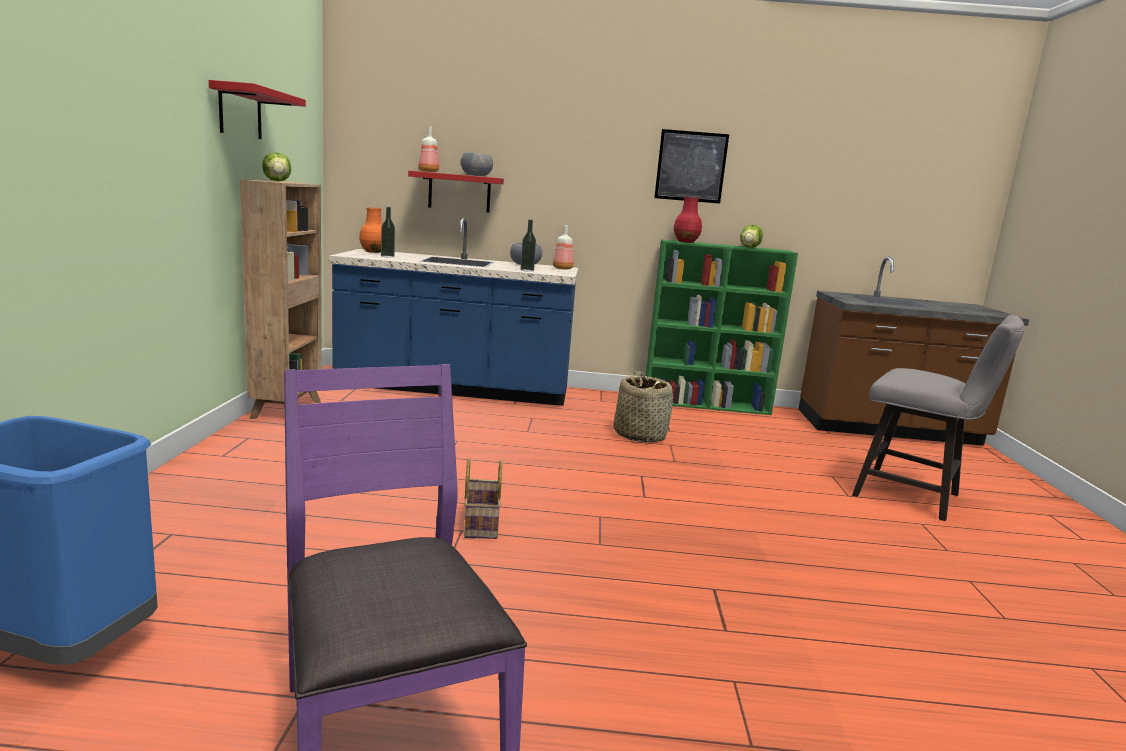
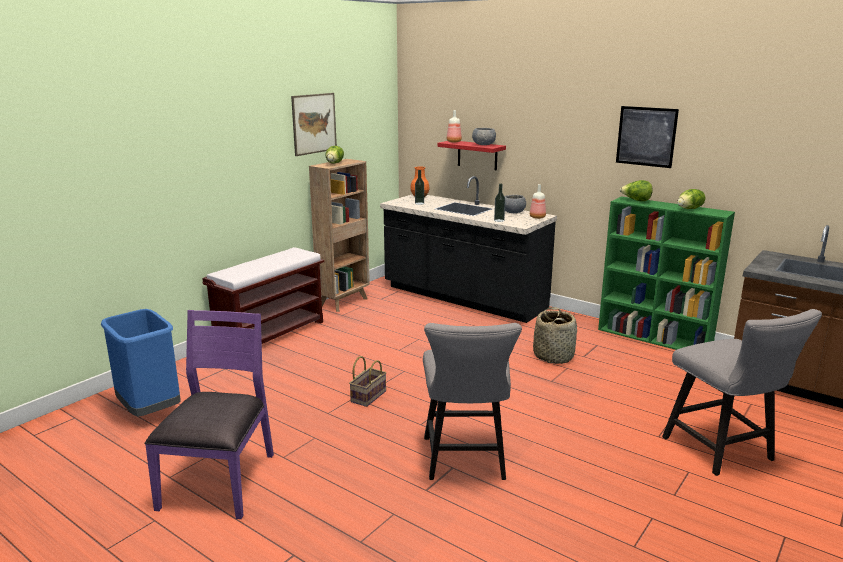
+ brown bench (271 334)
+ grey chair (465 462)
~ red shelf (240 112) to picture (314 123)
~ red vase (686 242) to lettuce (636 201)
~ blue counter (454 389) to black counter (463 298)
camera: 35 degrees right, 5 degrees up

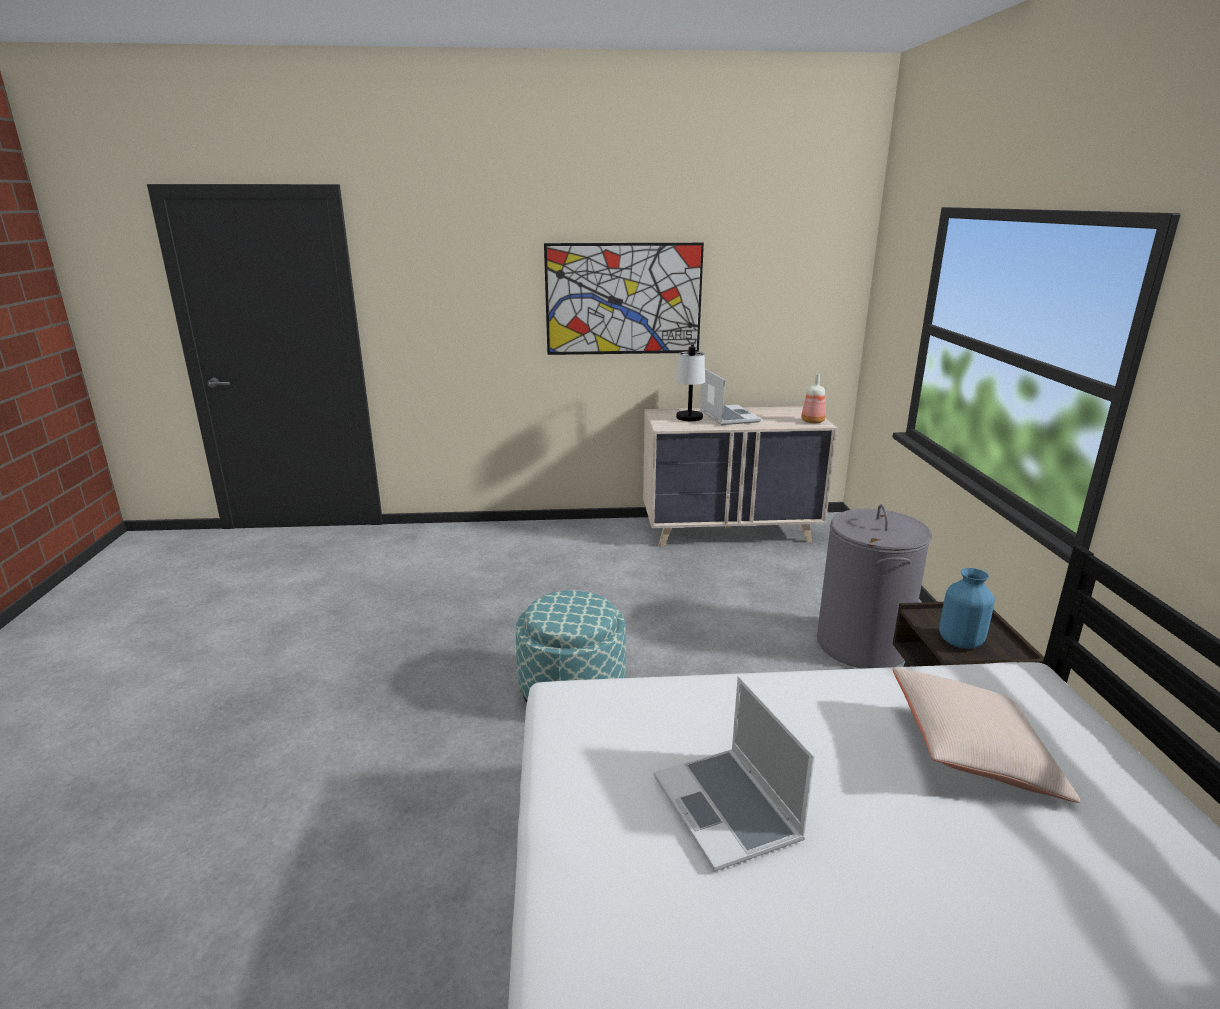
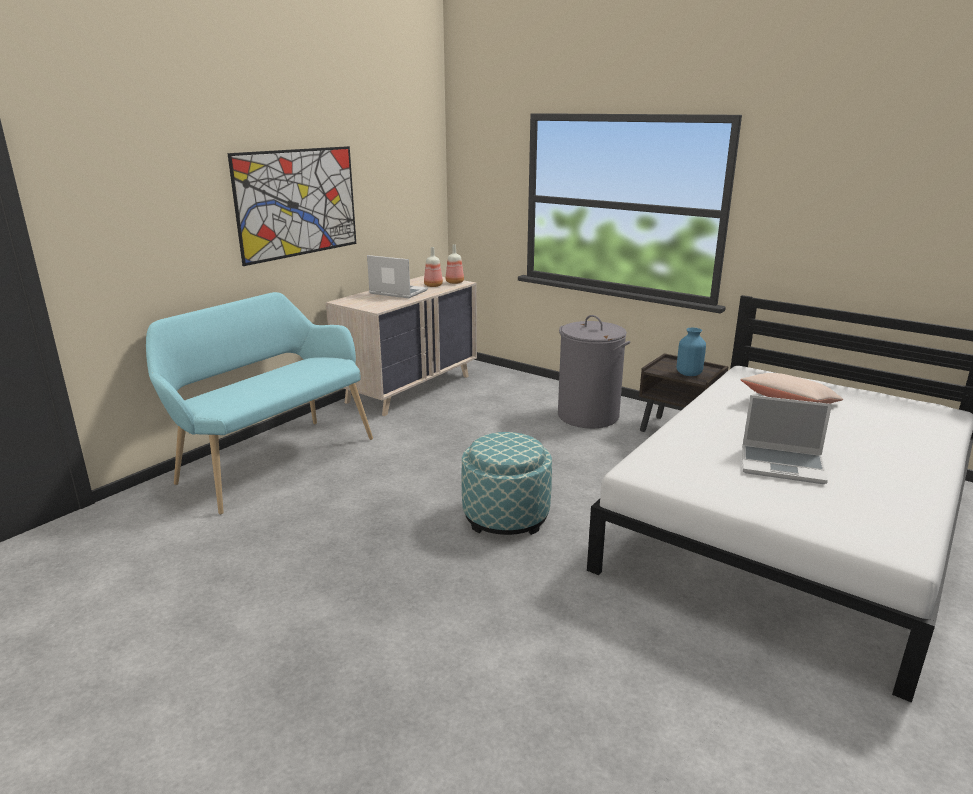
- table lamp (689 421)
+ turquoise bench (271 459)
+ bottle (432 286)
camera: 50 degrees left, 0 degrees up

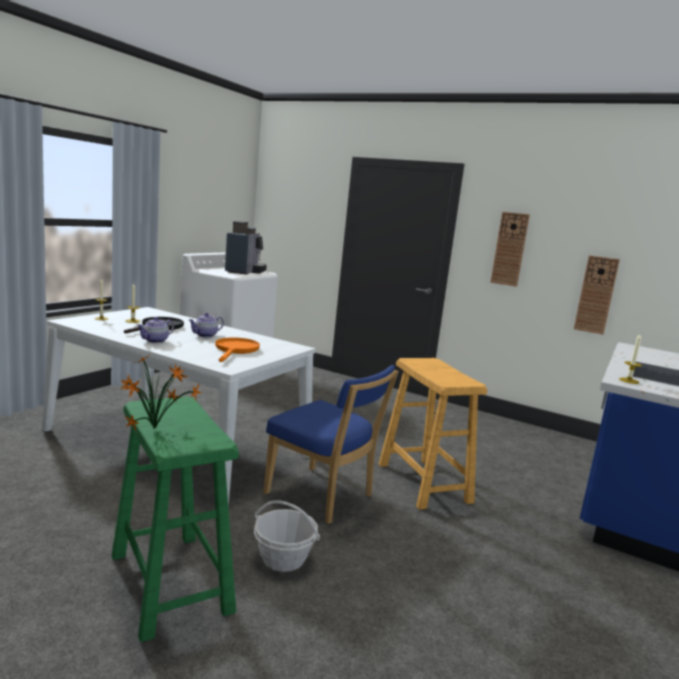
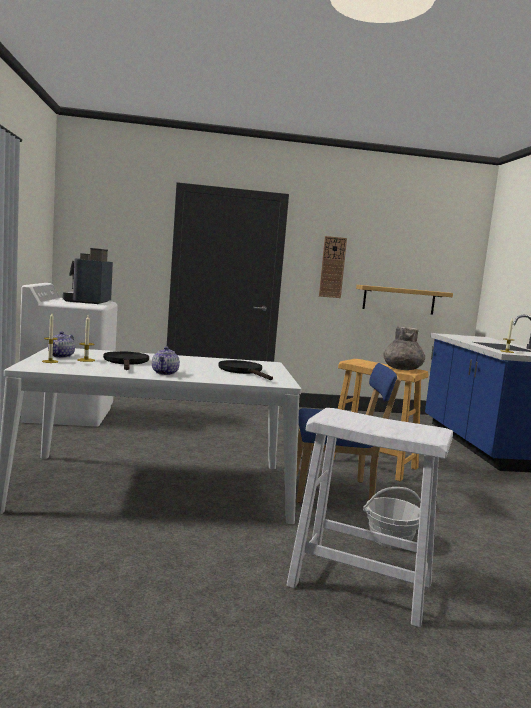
- potted plant (156 428)
+ grey vase (402 369)
~ teapot (205 335) to (61 356)
~ wall clock (596 295) to shelf (399 300)
~ green stool (170 582) to white stool (359 584)
~ orange frying pan (235 350) to black frying pan (243 371)
~ coffee machine (244 271) = (88 301) 150 degrees counterclockwise
camera: 35 degrees left, 5 degrees down

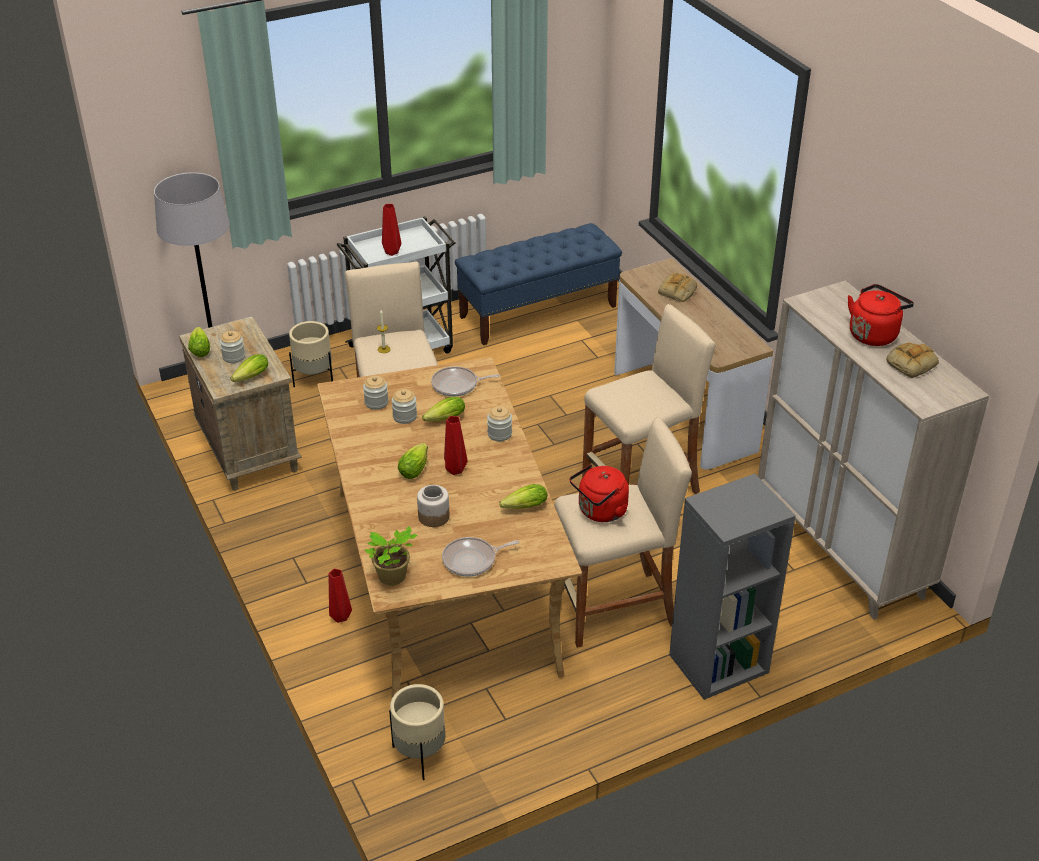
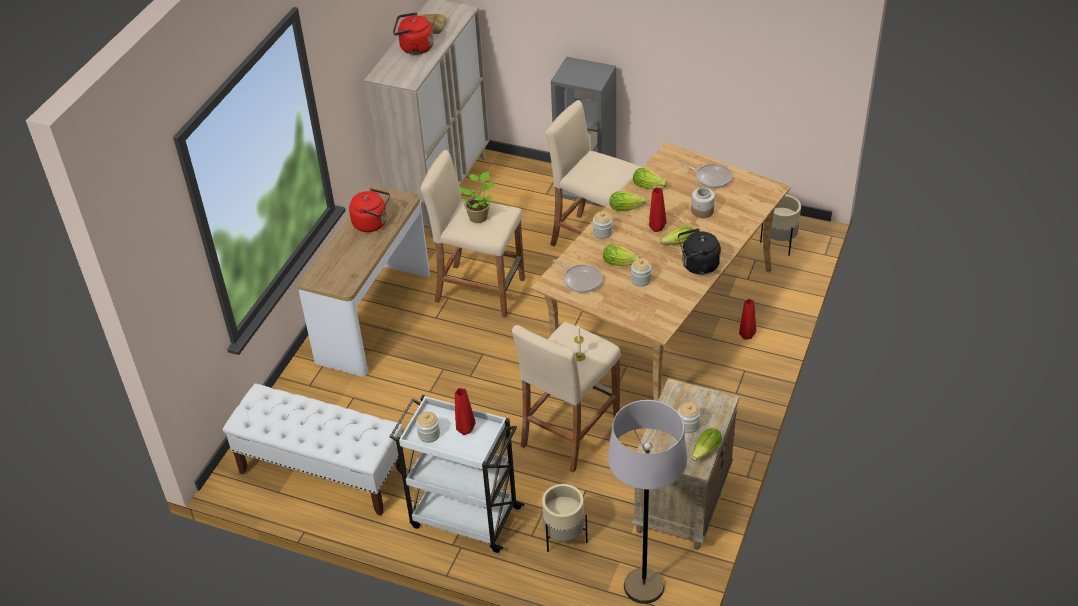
- bread (678 291)
+ black kettle (697 266)
~ lettuce (249 378) to (627 207)
~ jar (376 403) to (429 434)
~ potted plant (393 578) to (479 216)
~ red kettle (600 512) to (372 223)
~ blue bench (538 311) to white bench (322 472)
camera: 130 degrees left, 5 degrees up

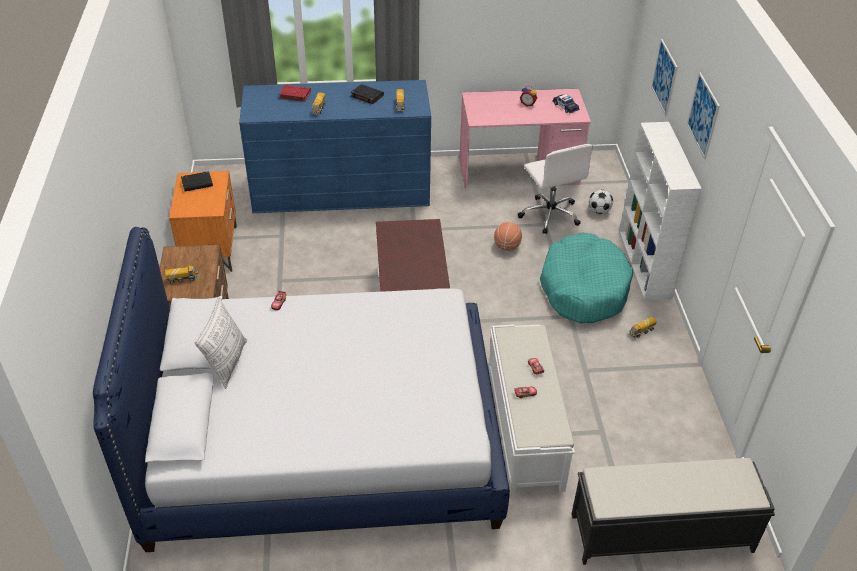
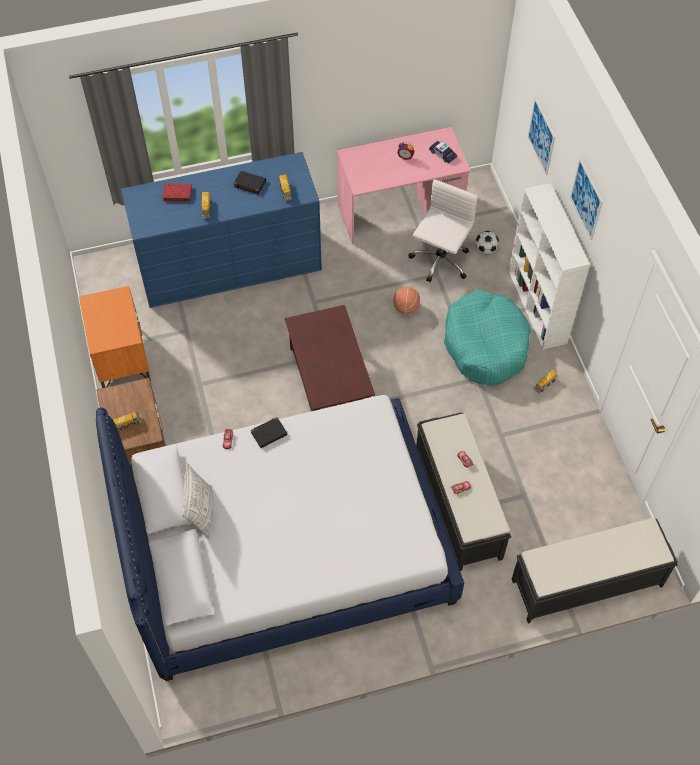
~ black book (197 183) to (269 433)
~ white bench (524 427) to black bench (457 503)
~ white office chair (550 214) = (439 262) 120 degrees counterclockwise
camera: 10 degrees left, 15 degrees up

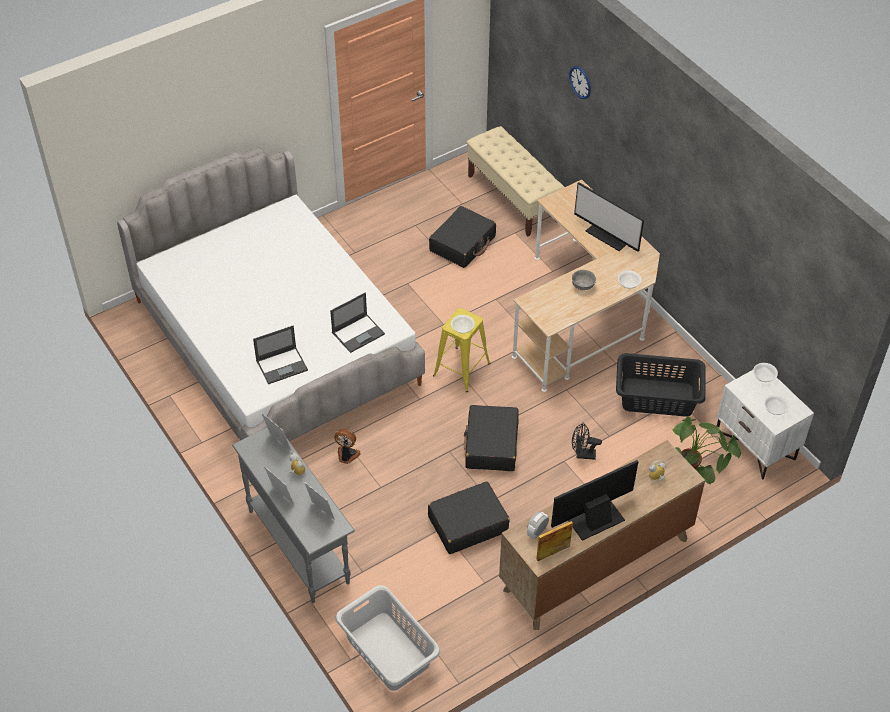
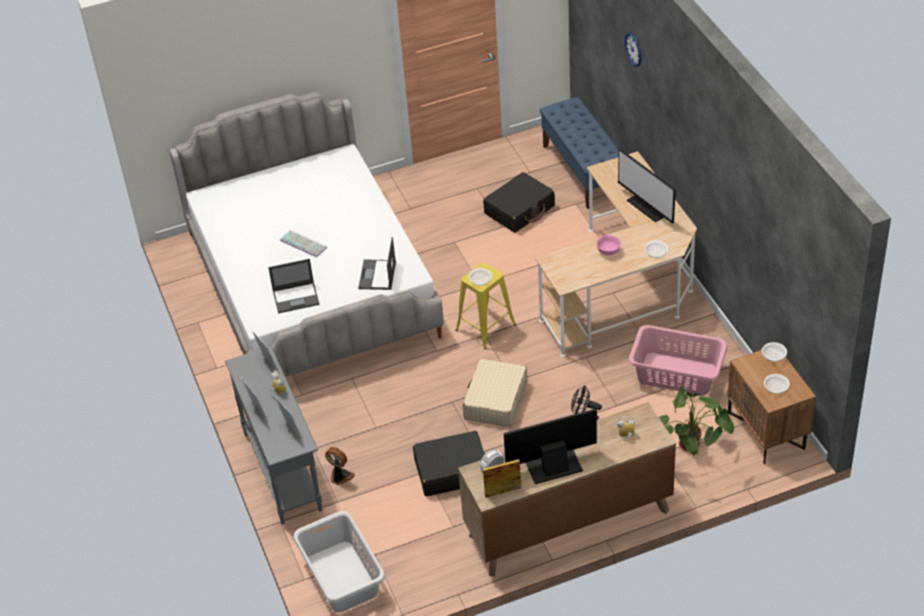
+ keyboard (304 243)
~ fan (347 455) to (340 477)
~ black suitcase (491 445) to beige suitcase (495 401)
~ beige bench (513 198) to blue bench (583 171)
~ grey bowl (582 286) to pink bowl (608 251)
~ black laundry basket (658 398) to pink laundry basket (677 375)
~ white nightstand (756 445) to brown nightstand (767 430)
~ laptop (358 333) = (377 275) 120 degrees clockwise
camera: 15 degrees right, 5 degrees down

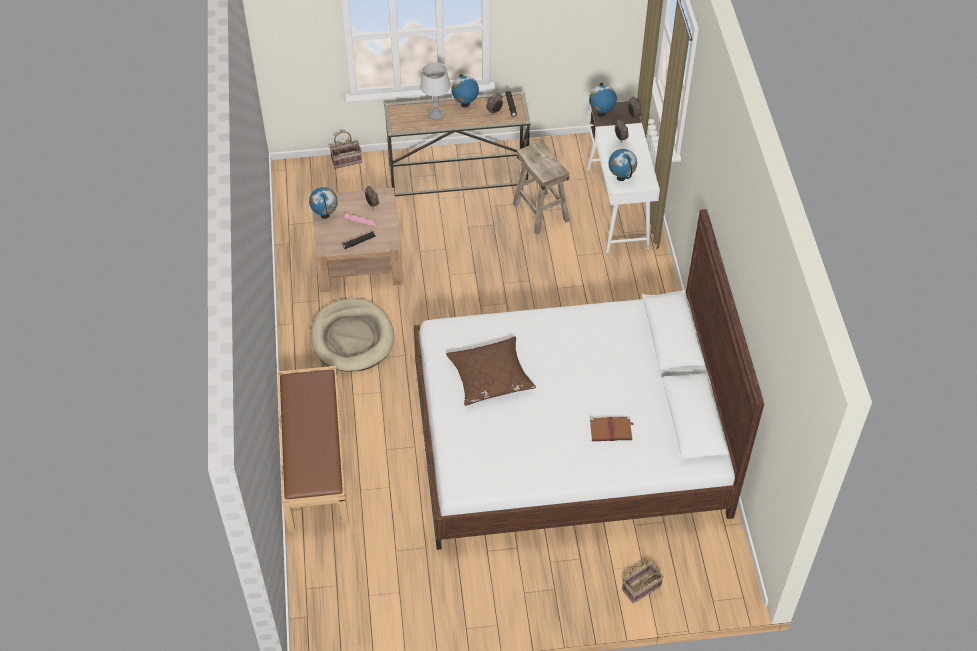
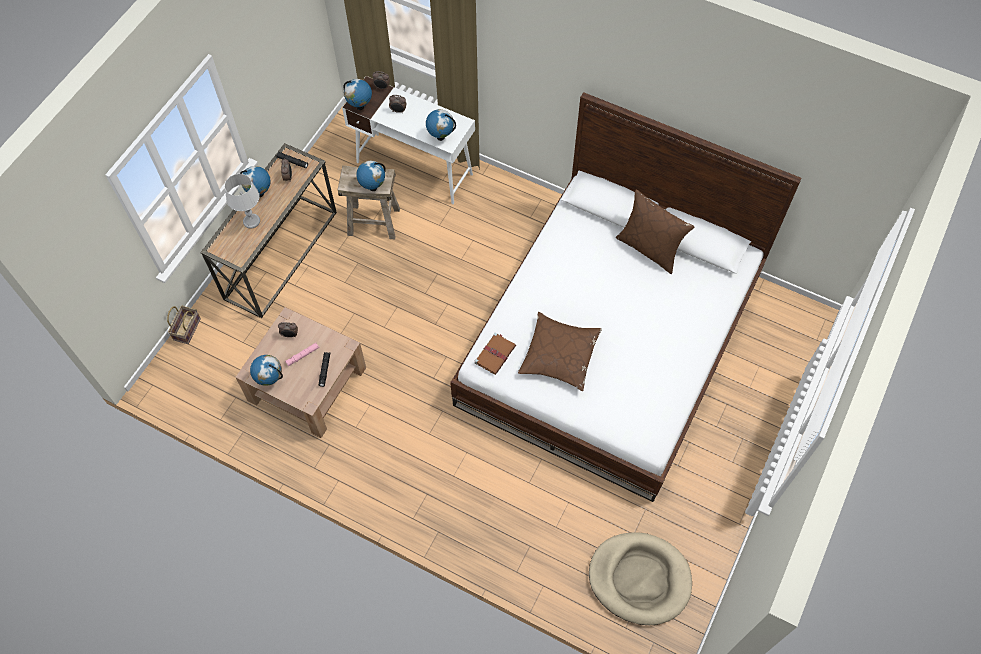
- brown bench (314 459)
- basket (641 589)
+ globe (372 187)
+ brown pillow (649 248)
~ beige dog bed (352 338) to (639 579)
~ brown book (611 430) to (495 354)
camera: 55 degrees left, 10 degrees up

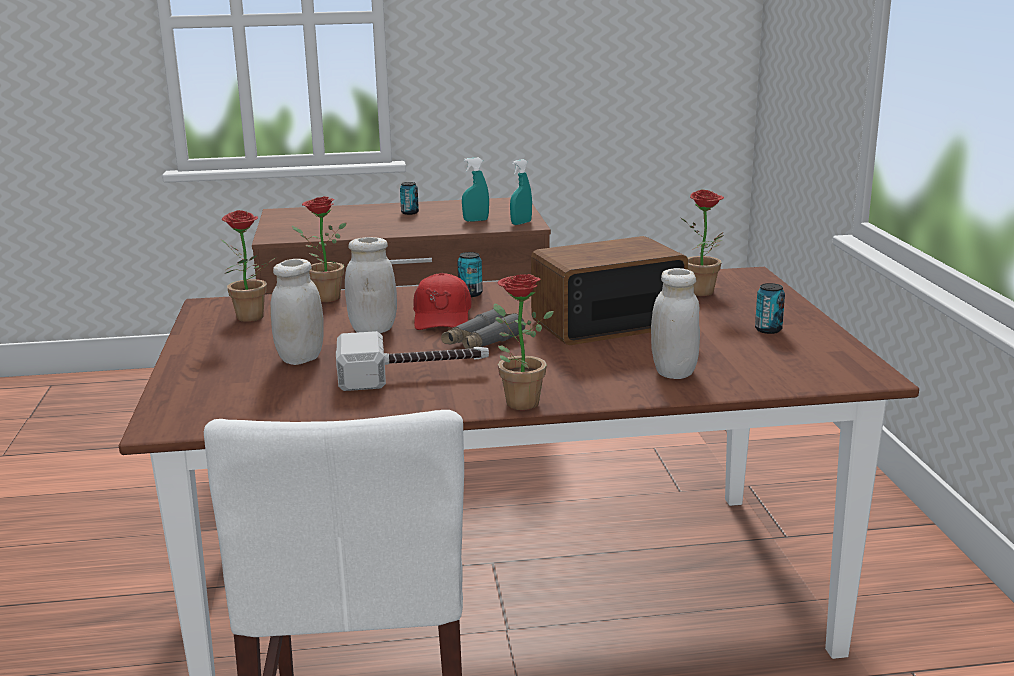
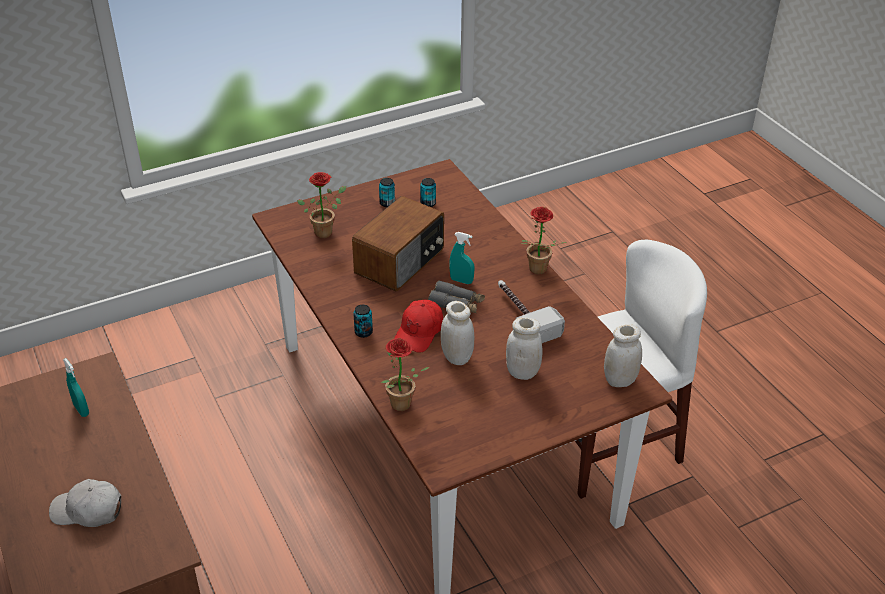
- potted plant (252 319)
+ white cap (88 511)
~ can (409 212) to (428 203)
~ turquoise spray bottle (521 223) to (461 280)
~ white jar (674 372) to (620 380)
~ red cap (442 317) = (419 332) 135 degrees clockwise
~ radio (605 323) = (401 262) 105 degrees counterclockwise
camera: 110 degrees left, 20 degrees up

